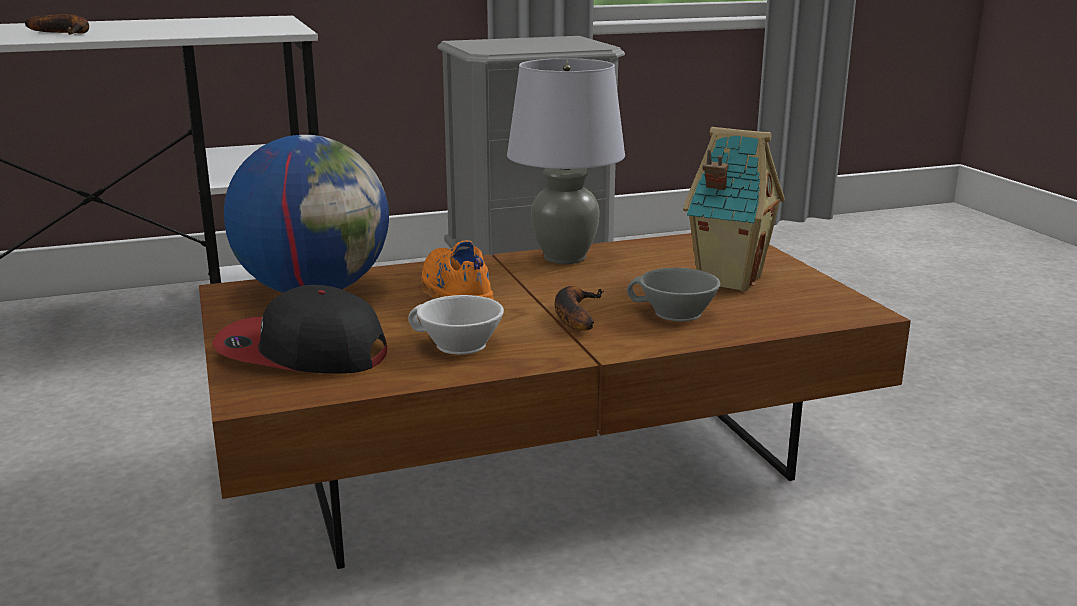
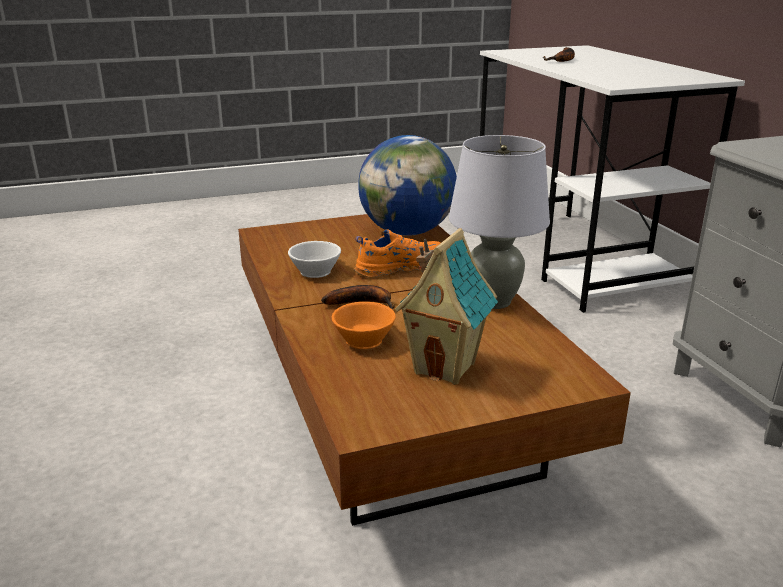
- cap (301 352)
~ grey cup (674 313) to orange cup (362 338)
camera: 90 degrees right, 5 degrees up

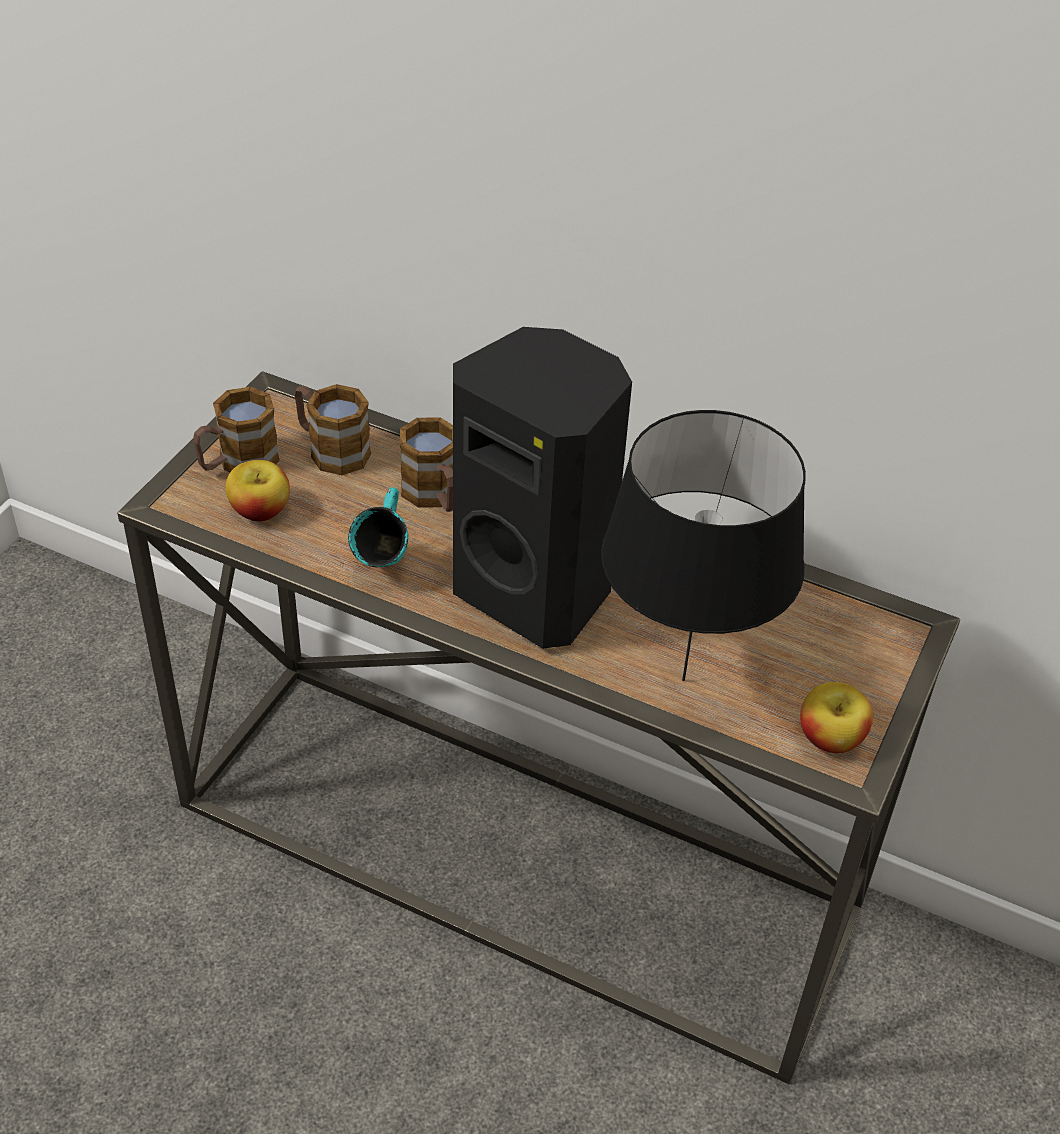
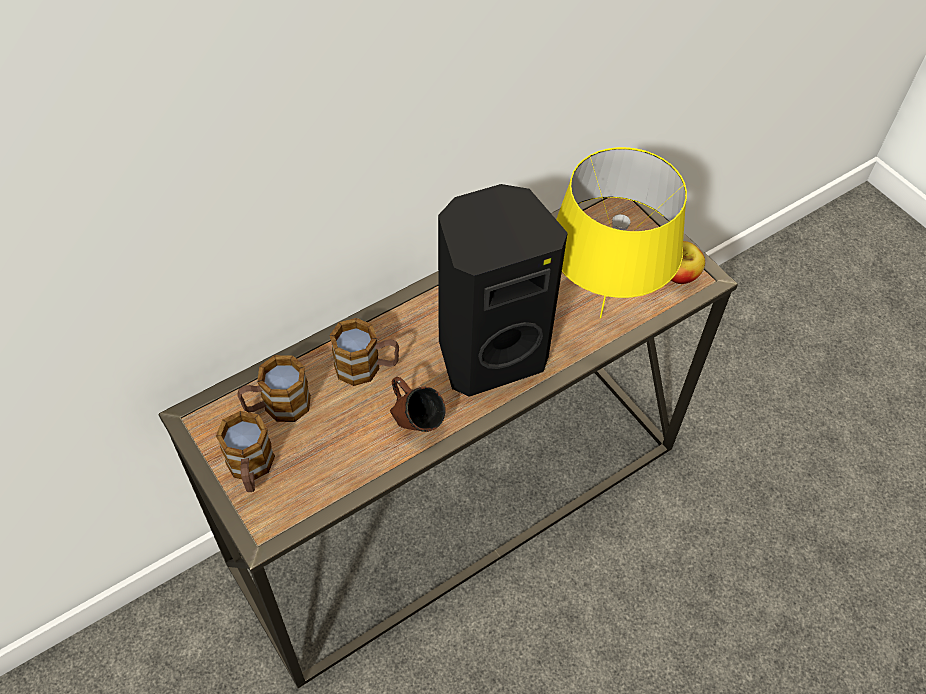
- apple (260 511)
~ turquoise mug (384 568) to brown mug (416 425)
~ black table lamp (682 678) to yellow table lamp (598 317)
camera: 60 degrees left, 10 degrees up

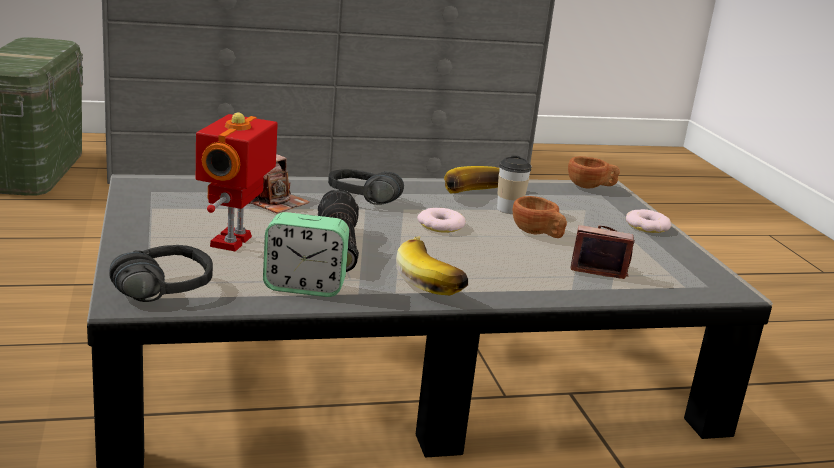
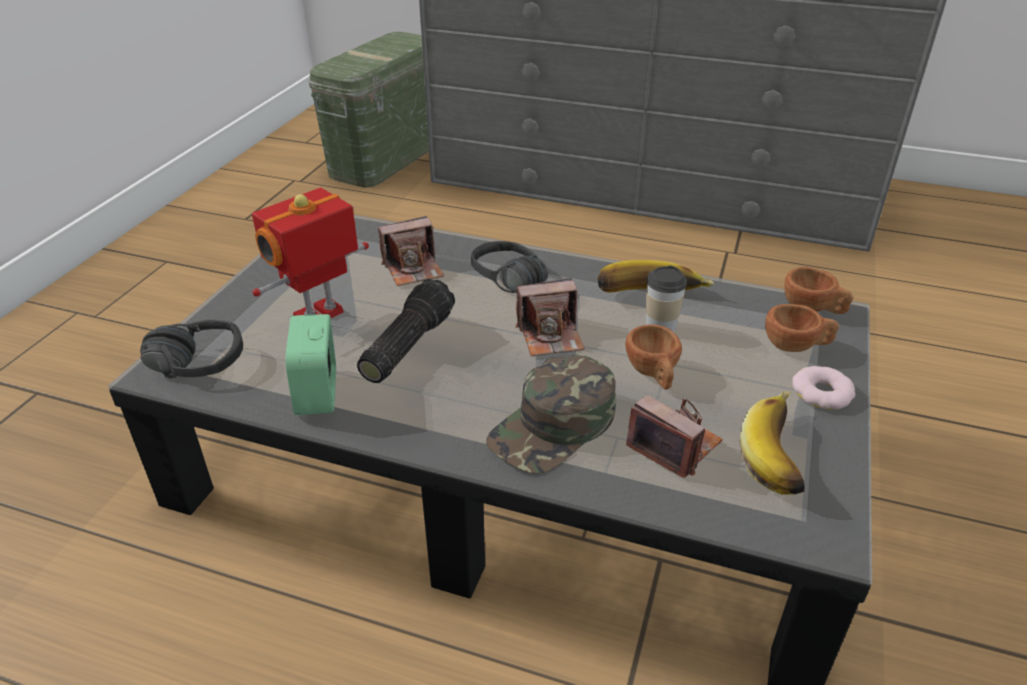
+ green cap (554 426)
+ brown cup (796 346)
~ banana (434 280) to (781 457)
~ donut (440 225) to photo camera (550 336)
~ alarm clock (304 287) = (318 393) 45 degrees clockwise
camera: 35 degrees right, 15 degrees up

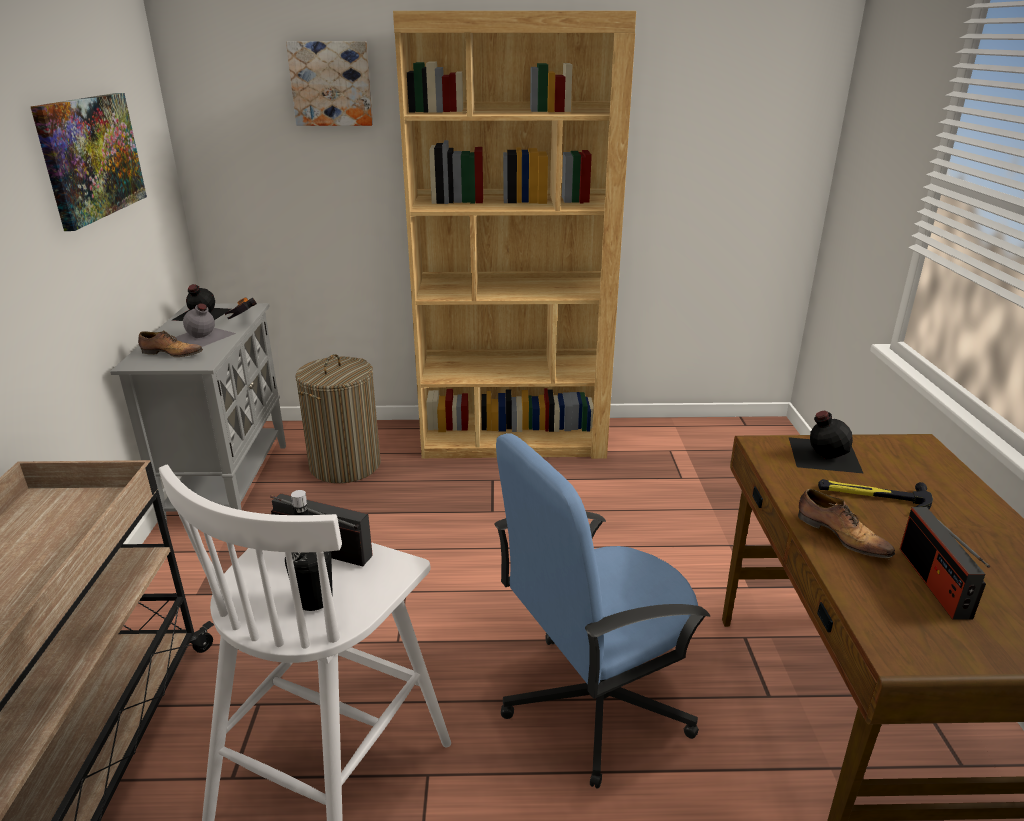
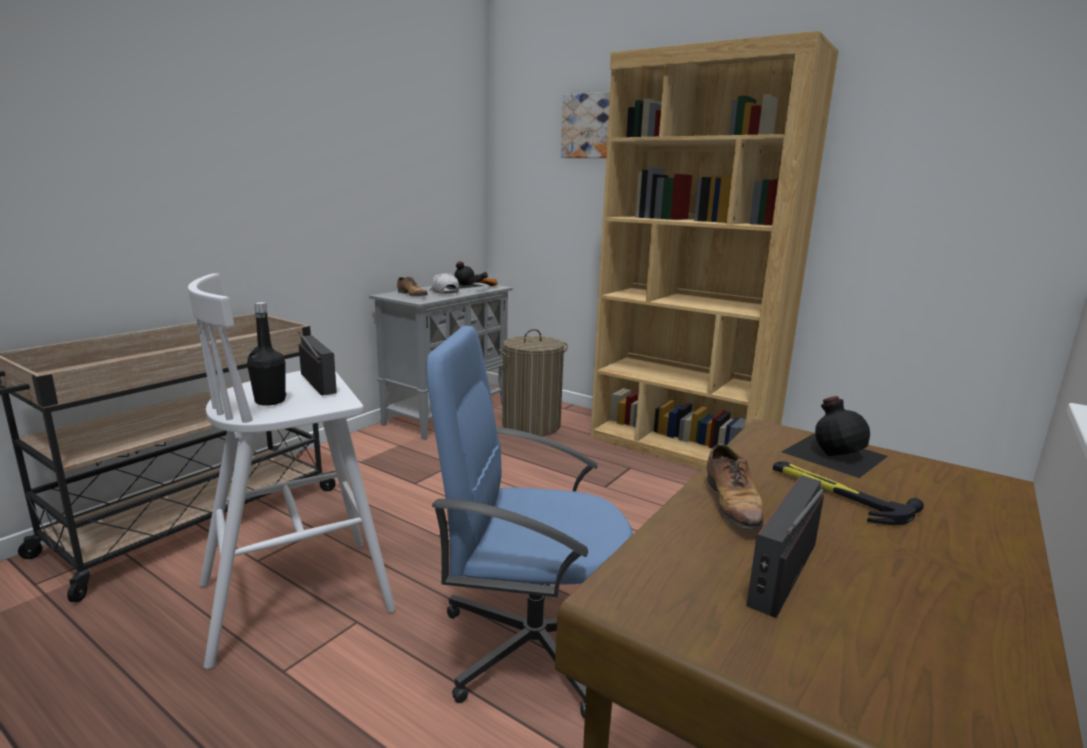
- picture (91 157)
~ grey bottle (202 336) to white cap (444 292)
camera: 35 degrees right, 10 degrees down

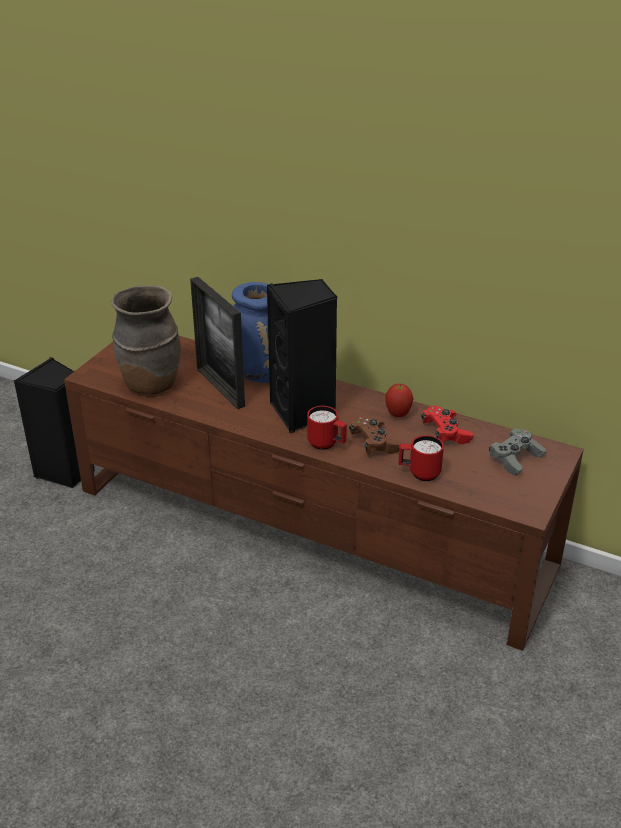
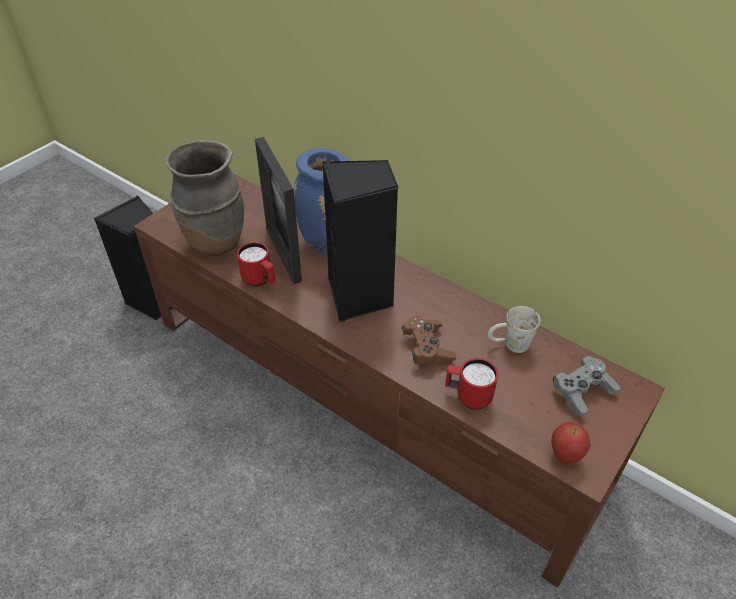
~ red mug (327 444) to (260 281)
~ apple (398 415) to (565 456)
~ red game controller (445 433) to white mug (509 345)
camera: 10 degrees right, 10 degrees up

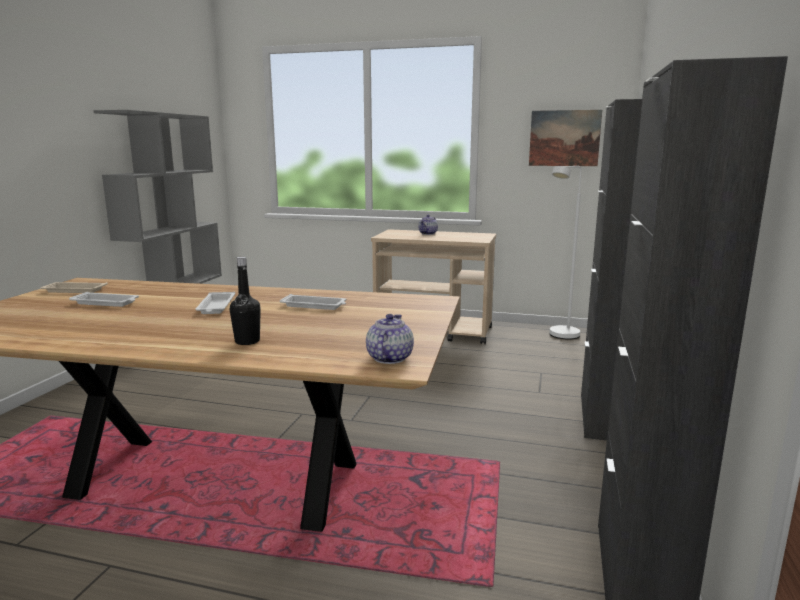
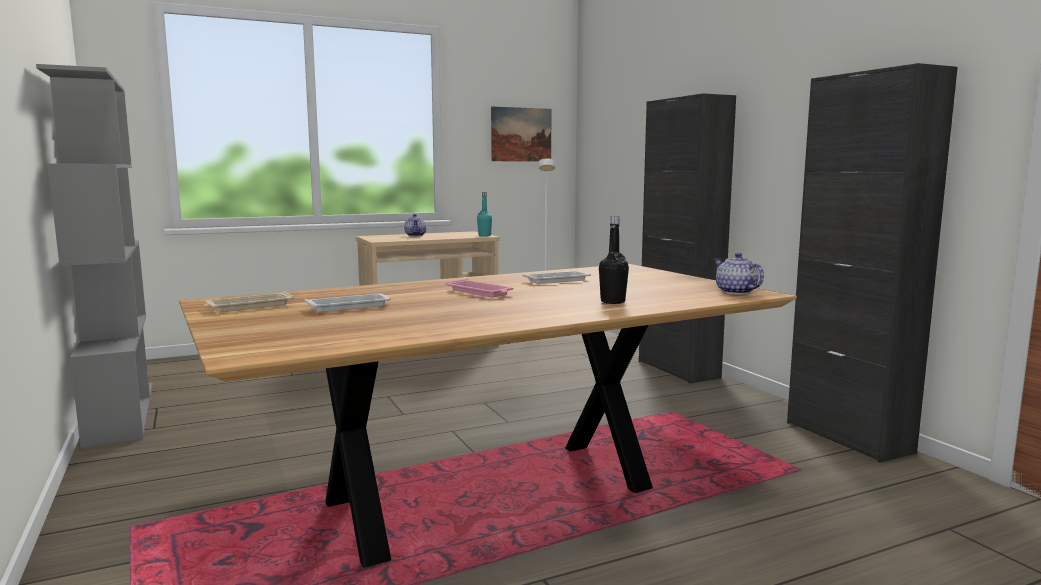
+ turquoise bottle (484 236)
~ white tray (216 307) to pink tray (480 292)
camera: 40 degrees left, 5 degrees down

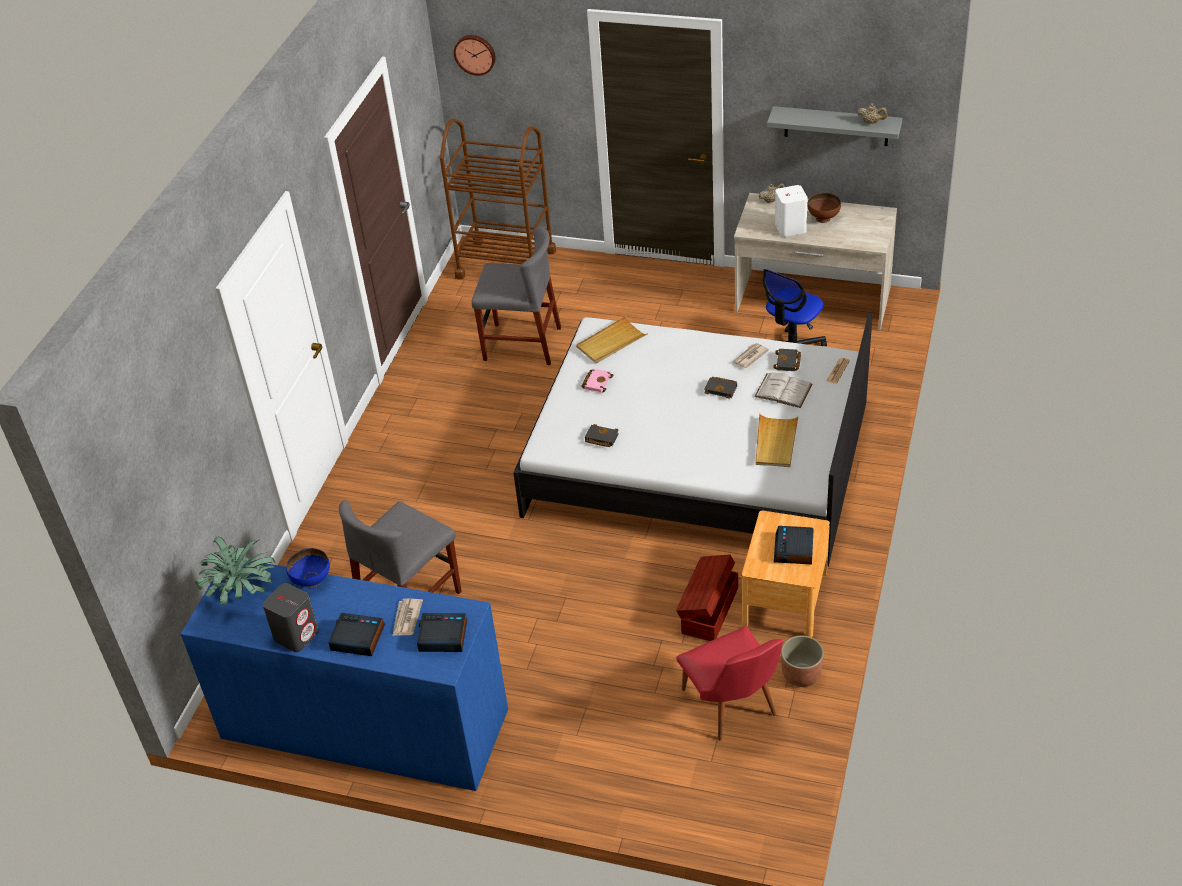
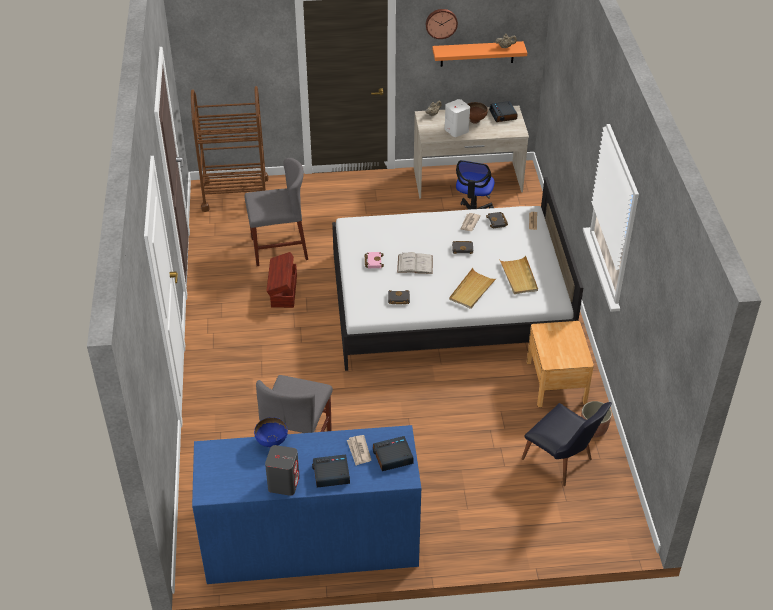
- potted plant (242 591)
~ wall clock (475 54) to (441 23)
~ beige tray (611 343) to (472 290)
~ brown storage box (708 611) to (283 291)
~ white book (783 390) to (415 264)
~ alarm clock (794 550) to (503 115)
~ red chair (733 709) to black chair (562 463)
~ grey shelf (836 126) to orange shelf (477 54)
camera: 25 degrees left, 0 degrees up

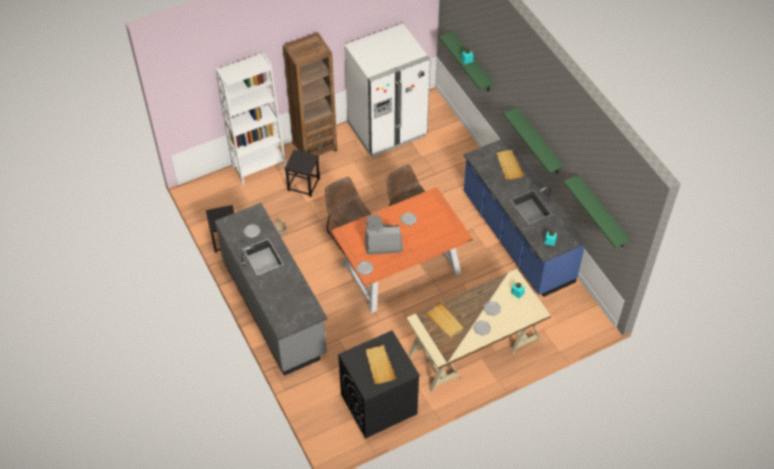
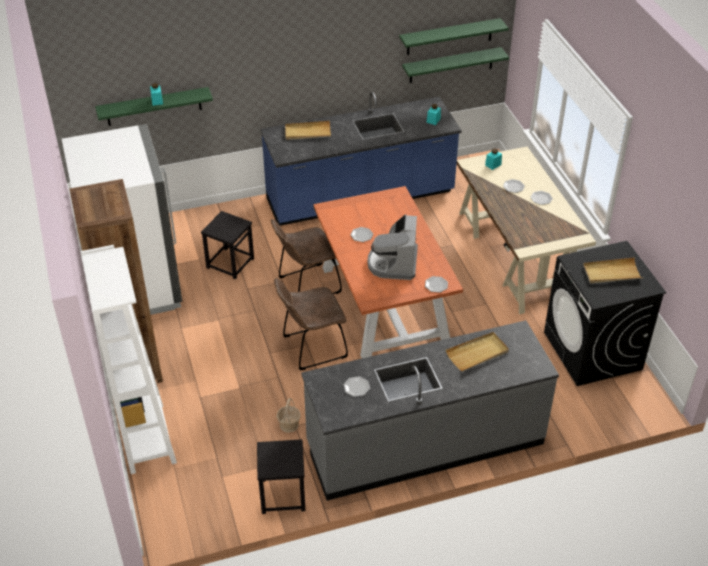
~ black stool (304 184) to (230 263)
~ beige tray (445 321) to (477 353)
~ green shelf (539 142) to (451 65)
camera: 80 degrees left, 10 degrees down

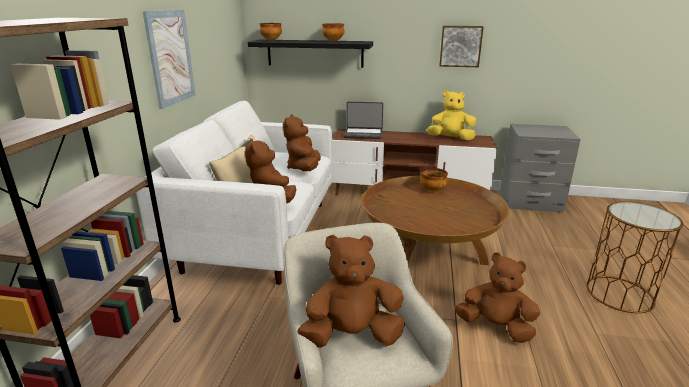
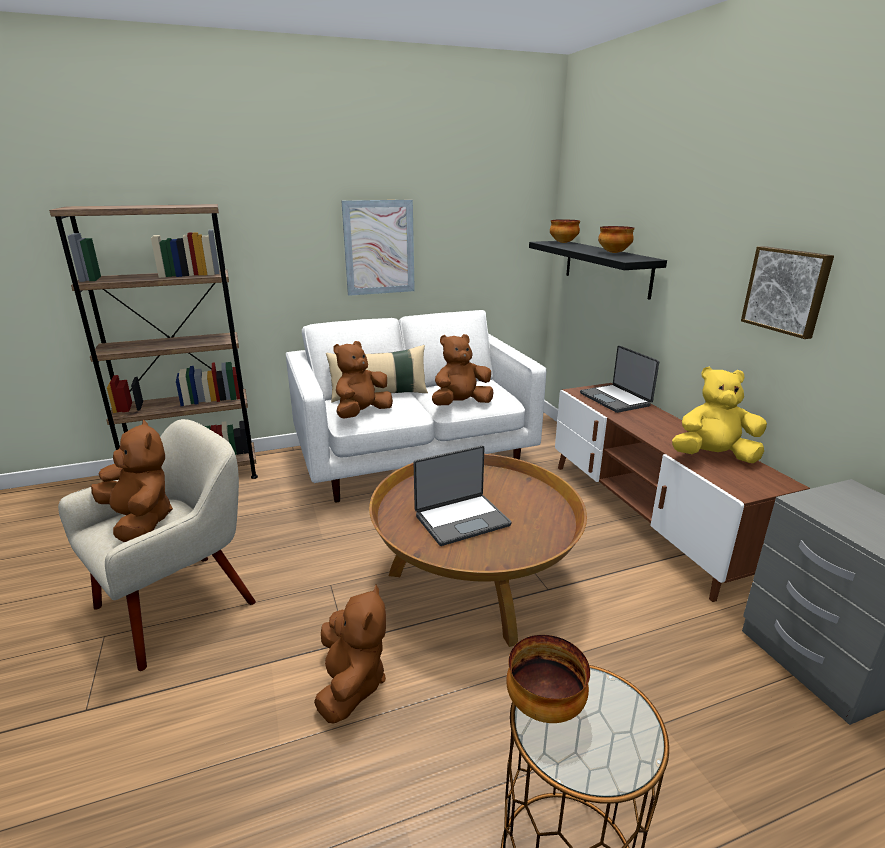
+ laptop (461 519)
~ bowl (432 190) to (545 706)
~ yellow plush toy (450 139) = (713 456) 60 degrees counterclockwise
camera: 60 degrees right, 0 degrees up

